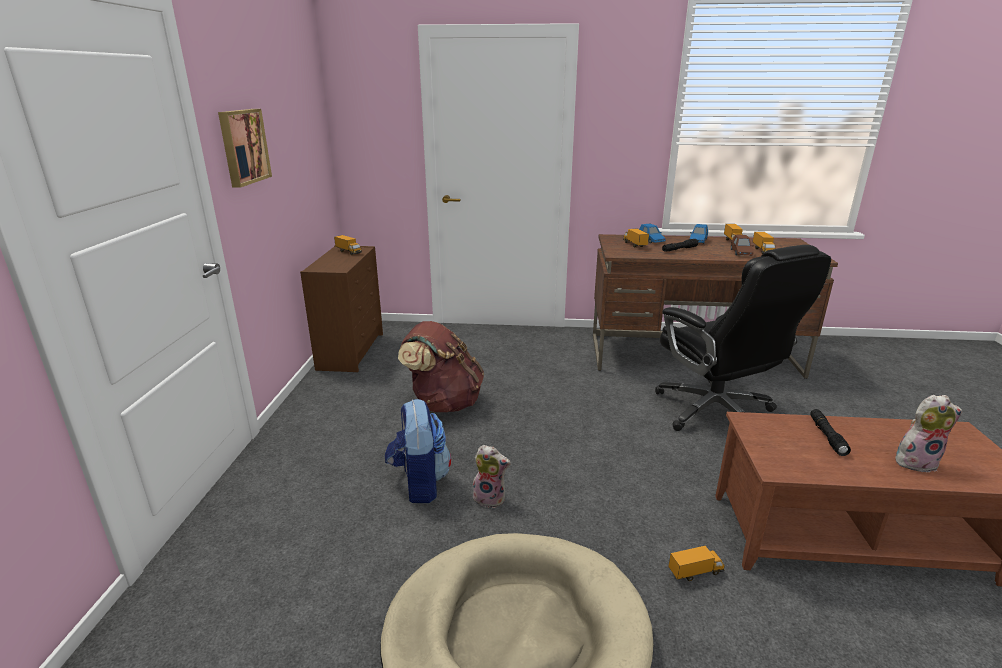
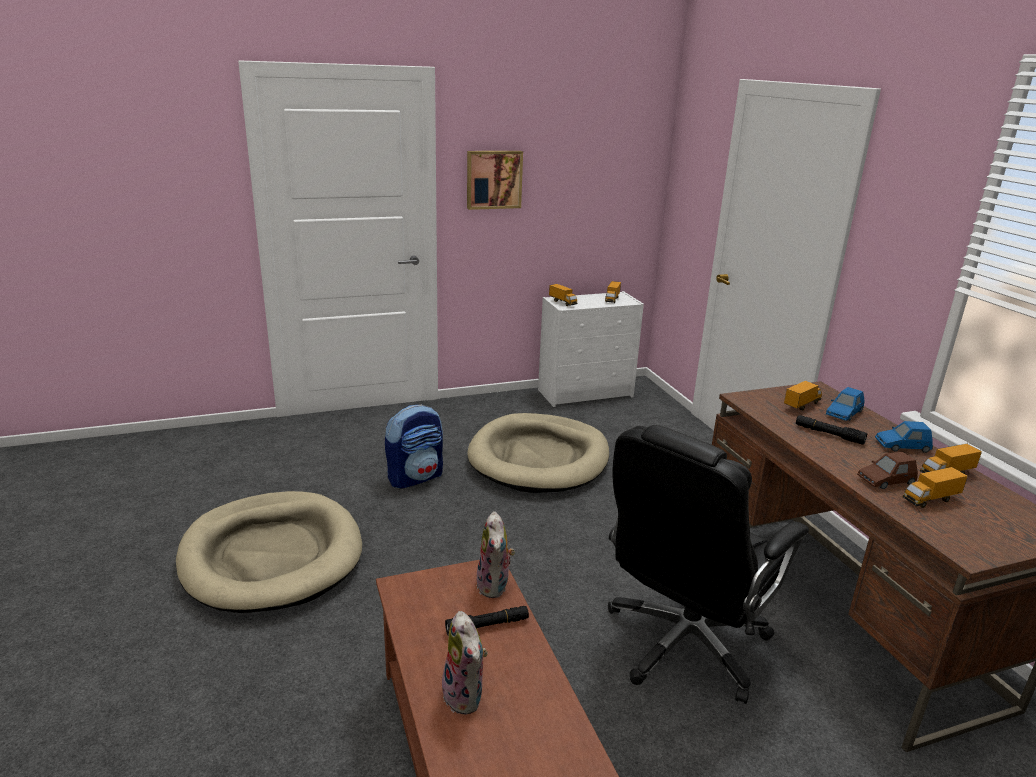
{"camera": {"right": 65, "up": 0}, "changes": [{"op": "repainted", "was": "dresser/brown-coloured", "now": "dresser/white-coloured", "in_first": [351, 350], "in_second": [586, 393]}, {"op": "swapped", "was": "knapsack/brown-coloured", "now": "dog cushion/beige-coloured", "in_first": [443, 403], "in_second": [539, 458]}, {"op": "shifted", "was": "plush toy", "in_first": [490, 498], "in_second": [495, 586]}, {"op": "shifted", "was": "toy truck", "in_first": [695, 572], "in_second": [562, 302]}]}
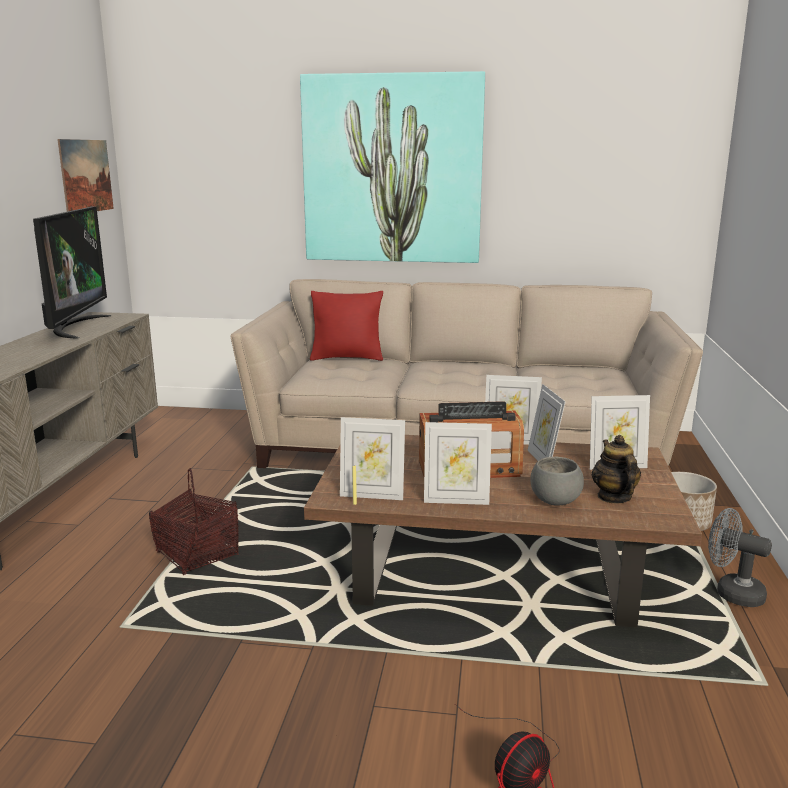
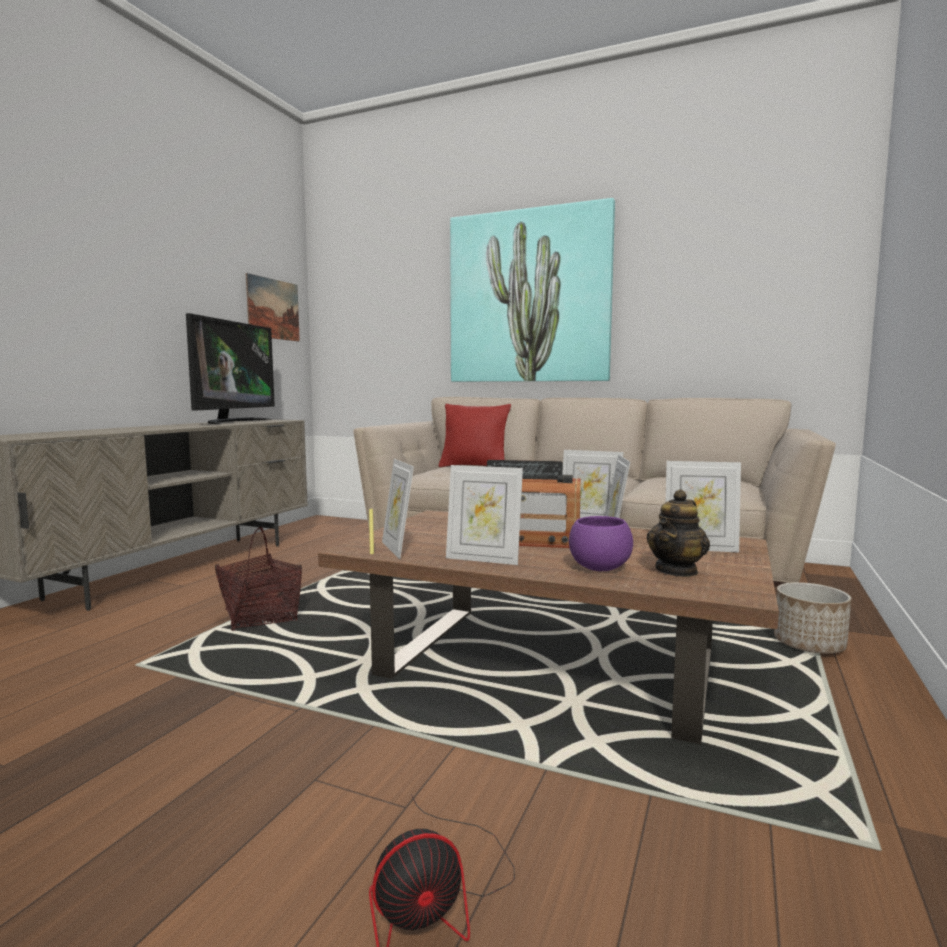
{"camera": {"right": 15, "up": -10}, "changes": [{"op": "rotated", "was": "picture frame", "in_first": [372, 495], "in_second": [397, 549], "clockwise": 45}, {"op": "rotated", "was": "pot for tea", "in_first": [613, 497], "in_second": [677, 571], "clockwise": -150}, {"op": "repainted", "was": "deep dish/grey", "now": "deep dish/purple", "in_first": [554, 501], "in_second": [598, 568]}, {"op": "gone", "was": "fan/grey", "in_first": [731, 593]}]}
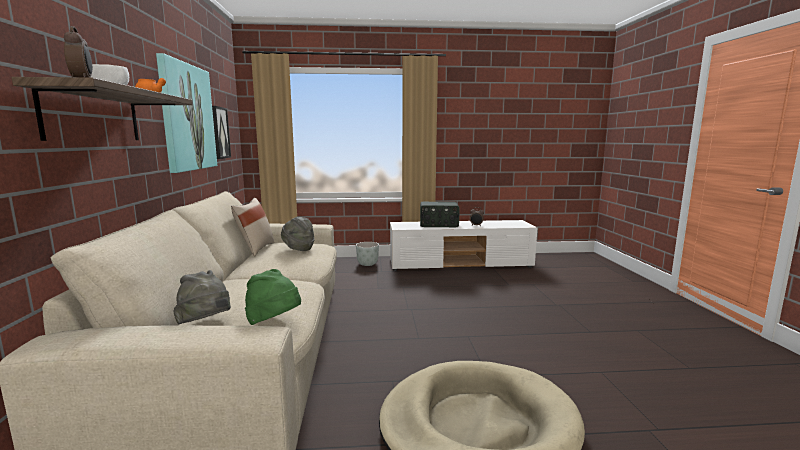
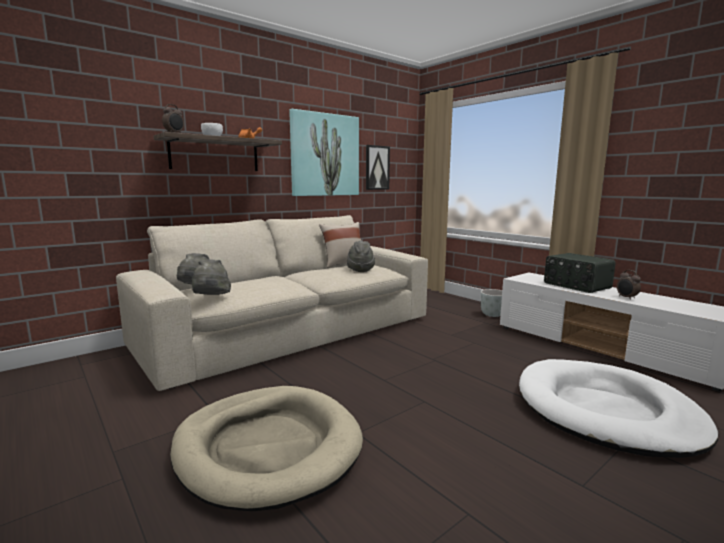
{"camera": {"right": 55, "up": 0}, "changes": [{"op": "repainted", "was": "wearable hat/green", "now": "wearable hat/grey", "in_first": [274, 323], "in_second": [211, 298]}, {"op": "new", "now": "dog cushion/white-coloured", "in_second": [606, 411]}]}
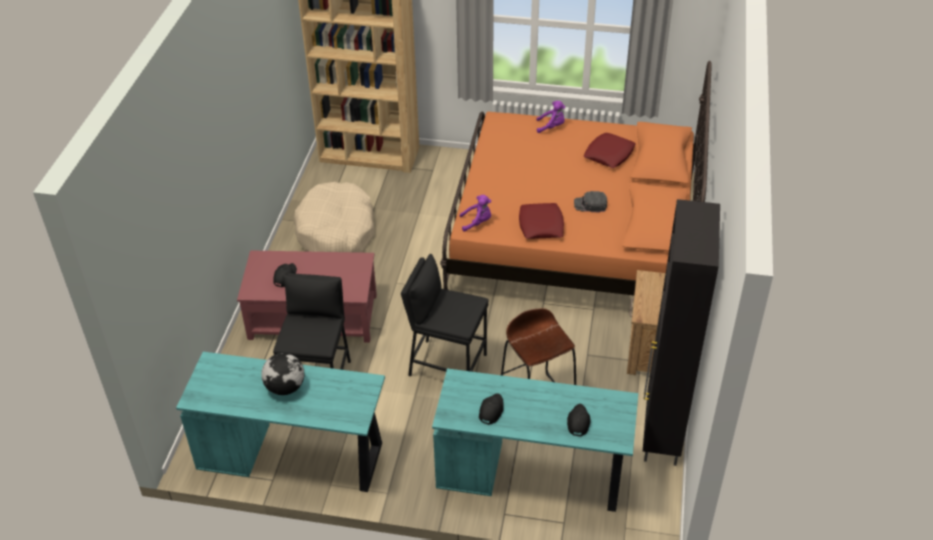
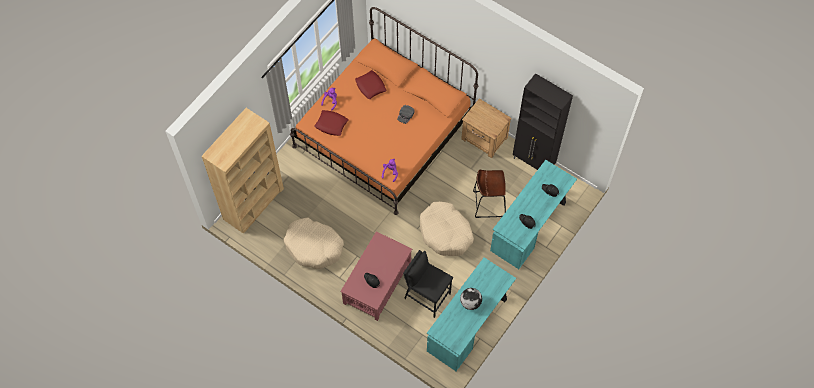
{"camera": {"right": -65, "up": 20}, "changes": [{"op": "shifted", "was": "cushion/reddish", "in_first": [541, 225], "in_second": [331, 124]}, {"op": "swapped", "was": "stool seat/black-coloured", "now": "dog cushion/beige-coloured", "in_first": [447, 365], "in_second": [445, 233]}]}
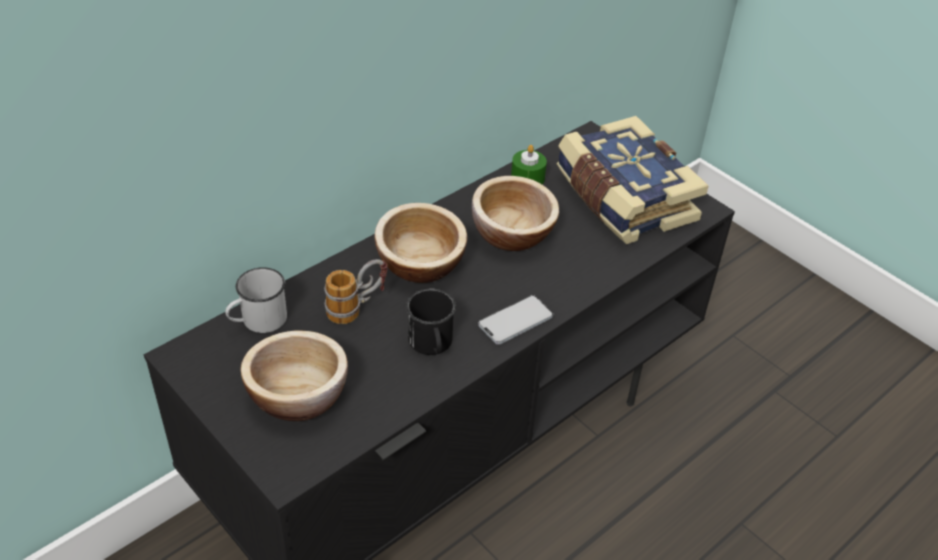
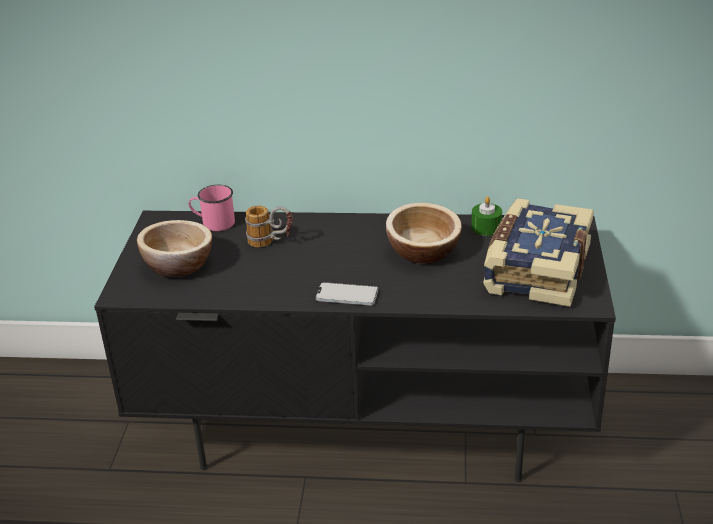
{"camera": {"right": 50, "up": -10}, "changes": [{"op": "gone", "was": "deep dish", "in_first": [420, 264]}, {"op": "repainted", "was": "coffee mug/white-coloured", "now": "coffee mug/pinkish", "in_first": [258, 321], "in_second": [213, 223]}, {"op": "gone", "was": "coffee mug/black-coloured", "in_first": [432, 345]}]}
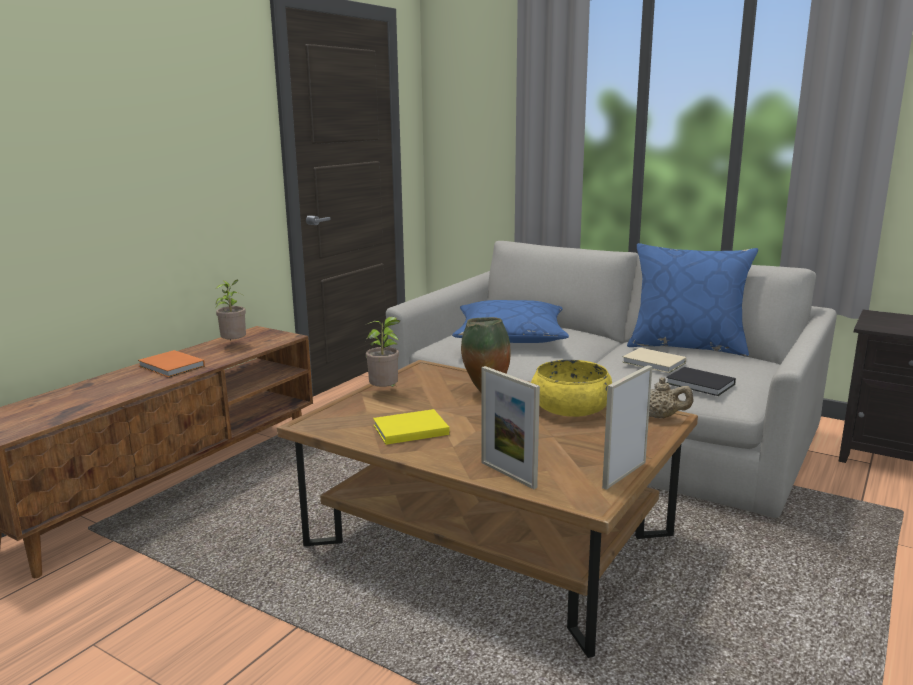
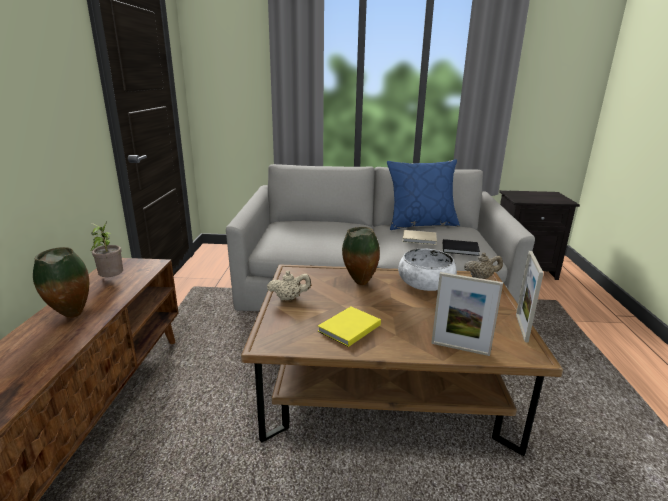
{"camera": {"right": -30, "up": 5}, "changes": [{"op": "gone", "was": "cushion/bluish", "in_first": [510, 336]}, {"op": "swapped", "was": "houseplant", "now": "pot for tea/beige-coloured", "in_first": [385, 392], "in_second": [289, 298]}, {"op": "swapped", "was": "bound book/orange", "now": "flower vase", "in_first": [171, 367], "in_second": [71, 316]}, {"op": "repainted", "was": "deep dish/yellow-coloured", "now": "deep dish/white-coloured", "in_first": [570, 407], "in_second": [425, 283]}]}
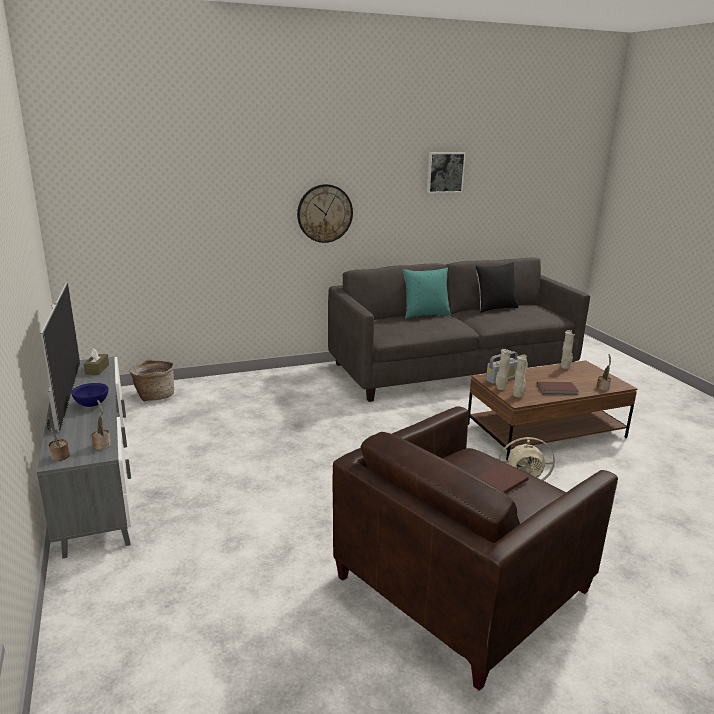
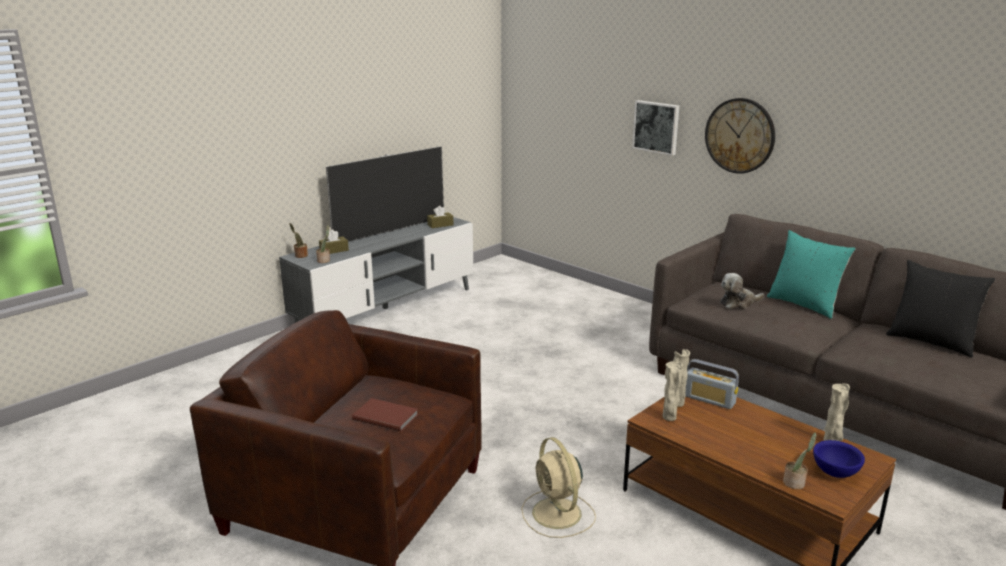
{"camera": {"right": 65, "up": 0}, "changes": [{"op": "shifted", "was": "wall picture", "in_first": [444, 172], "in_second": [656, 127]}, {"op": "gone", "was": "household basket", "in_first": [154, 396]}, {"op": "gone", "was": "bound book/brown-coloured", "in_first": [557, 390]}, {"op": "shifted", "was": "deep dish/bluish", "in_first": [91, 405], "in_second": [834, 473]}, {"op": "new", "now": "tissue holder/brown-coloured", "in_second": [334, 250]}, {"op": "new", "now": "plush toy", "in_second": [738, 303]}]}
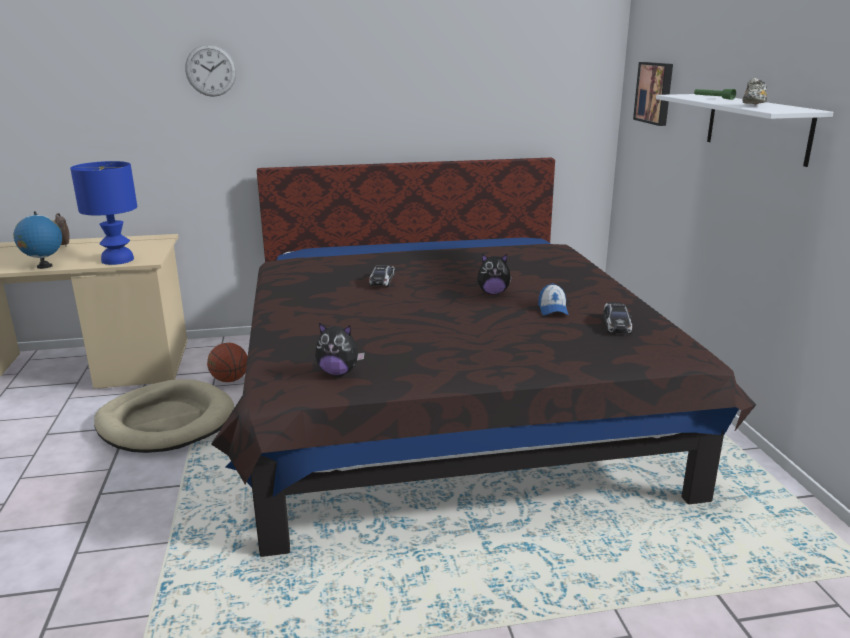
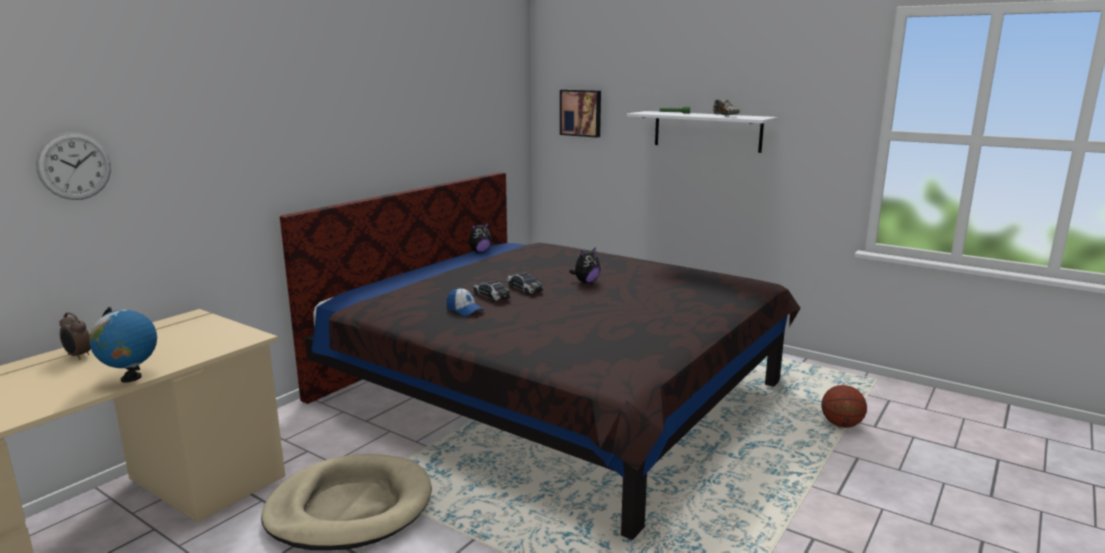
{"camera": {"right": -45, "up": -5}, "changes": [{"op": "shifted", "was": "clock on the wall", "in_first": [210, 70], "in_second": [74, 166]}, {"op": "gone", "was": "lamp for a table/bluish", "in_first": [117, 260]}, {"op": "shifted", "was": "peaked cap", "in_first": [552, 309], "in_second": [464, 310]}, {"op": "shifted", "was": "toy car", "in_first": [616, 324], "in_second": [525, 289]}, {"op": "shifted", "was": "plush toy", "in_first": [338, 372], "in_second": [480, 252]}, {"op": "shifted", "was": "basketball", "in_first": [230, 380], "in_second": [841, 425]}]}
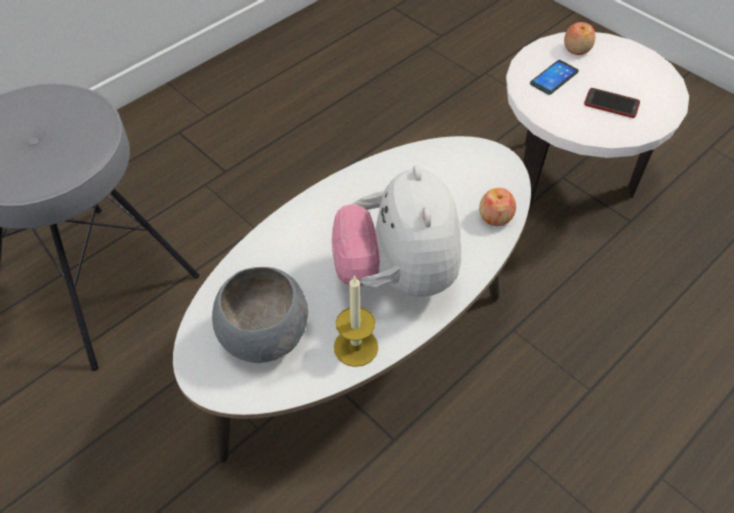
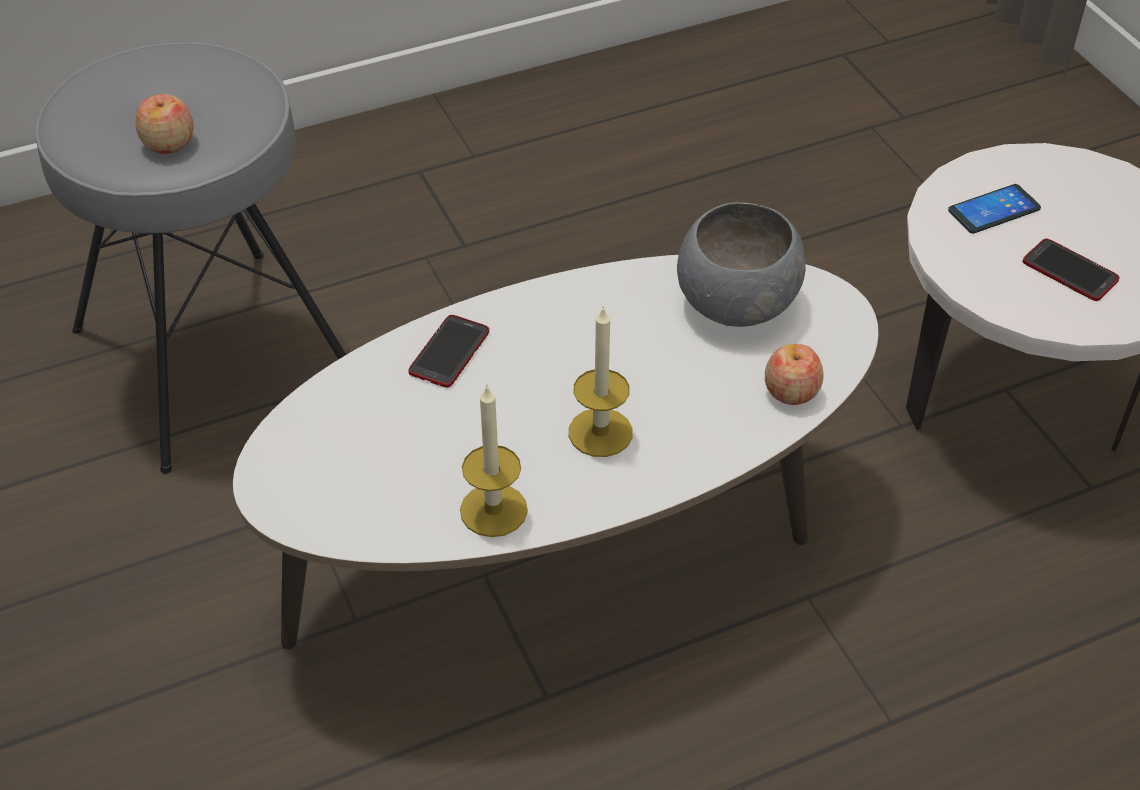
{"camera": {"right": 20, "up": -5}, "changes": [{"op": "shifted", "was": "apple", "in_first": [577, 49], "in_second": [168, 142]}, {"op": "swapped", "was": "plush toy", "now": "wax light", "in_first": [397, 275], "in_second": [600, 432]}, {"op": "shifted", "was": "deep dish/grey", "in_first": [262, 336], "in_second": [734, 303]}, {"op": "new", "now": "telephone", "in_second": [449, 352]}]}
